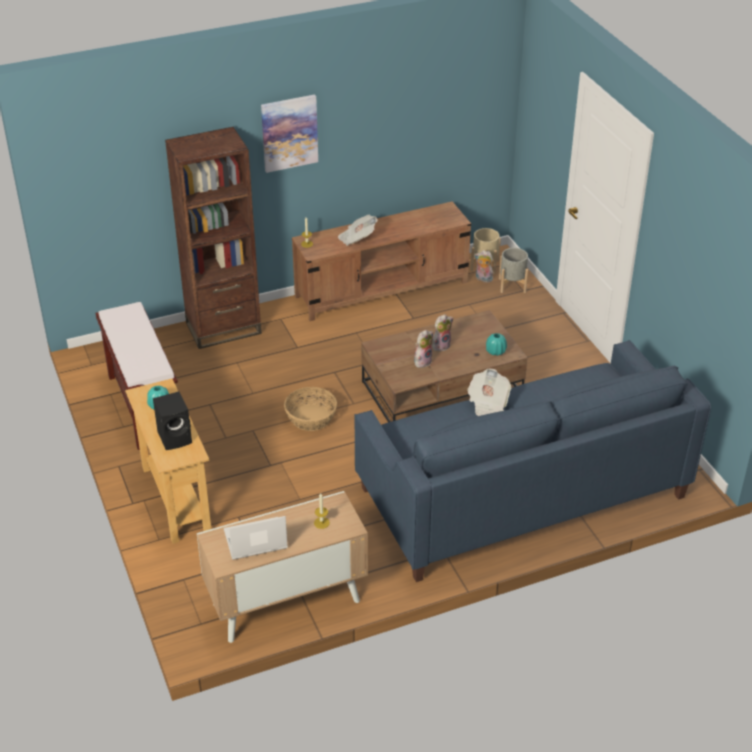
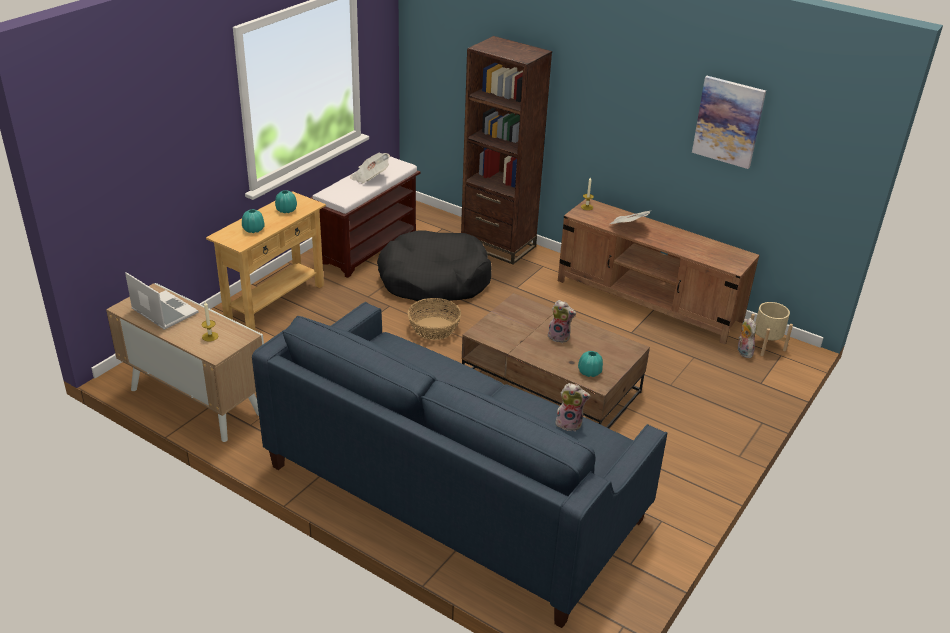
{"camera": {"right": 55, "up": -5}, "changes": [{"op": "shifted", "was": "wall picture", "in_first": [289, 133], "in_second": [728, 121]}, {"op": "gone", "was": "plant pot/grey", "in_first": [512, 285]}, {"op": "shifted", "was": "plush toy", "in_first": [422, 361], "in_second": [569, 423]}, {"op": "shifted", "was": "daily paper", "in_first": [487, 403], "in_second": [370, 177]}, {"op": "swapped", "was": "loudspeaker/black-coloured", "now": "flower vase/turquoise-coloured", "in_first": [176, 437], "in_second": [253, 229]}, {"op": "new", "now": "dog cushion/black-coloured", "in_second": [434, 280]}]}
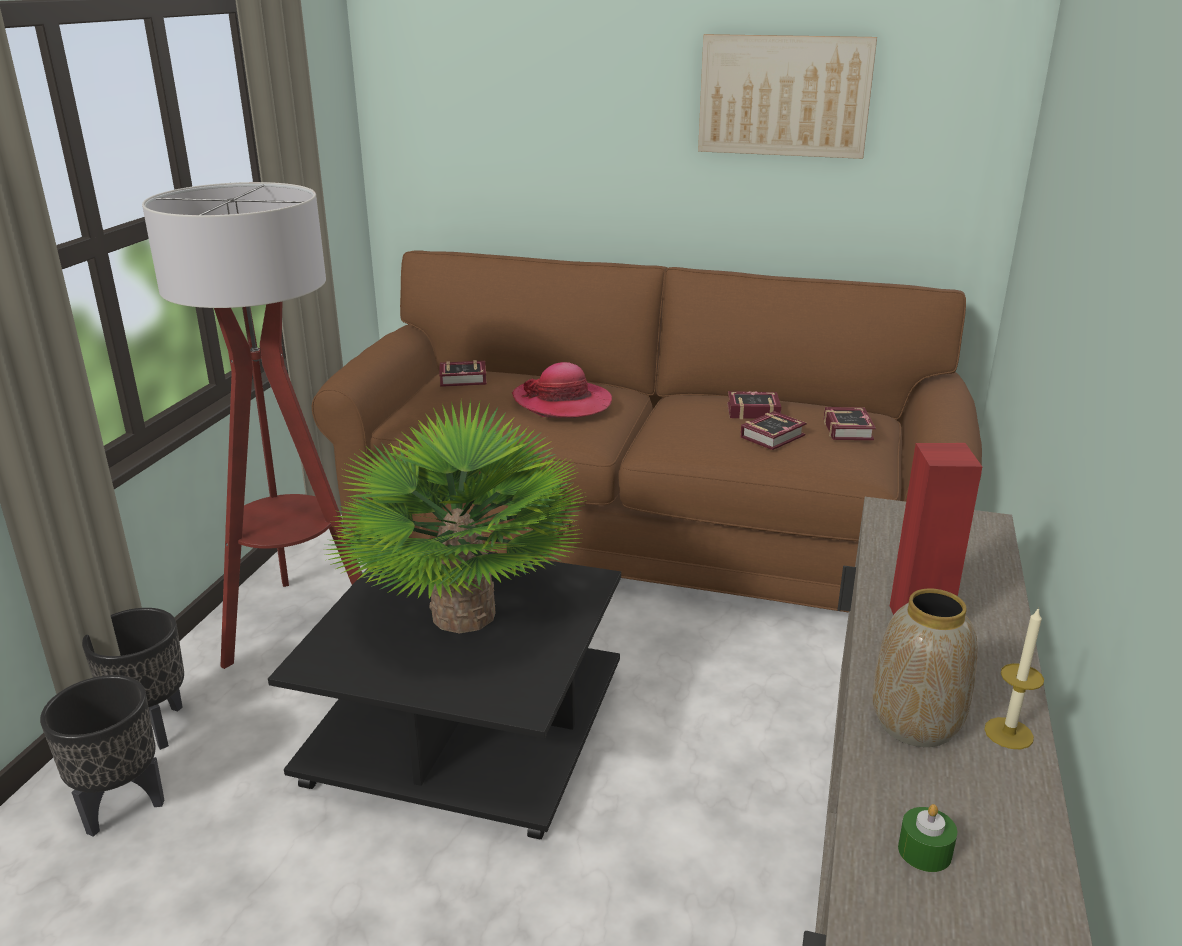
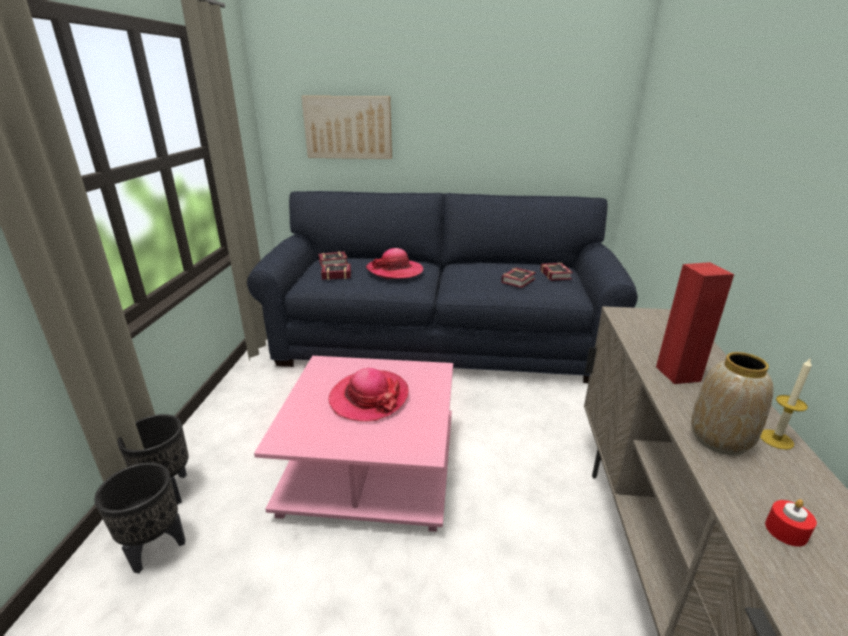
{"camera": {"right": -10, "up": 0}, "changes": [{"op": "shifted", "was": "wall picture", "in_first": [784, 95], "in_second": [348, 127]}, {"op": "gone", "was": "floor lamp", "in_first": [297, 624]}, {"op": "repainted", "was": "sofa/brown-coloured", "now": "sofa/bluish", "in_first": [643, 534], "in_second": [439, 342]}, {"op": "shifted", "was": "bound book", "in_first": [750, 410], "in_second": [335, 274]}, {"op": "swapped", "was": "houseplant", "now": "wearable hat", "in_first": [463, 614], "in_second": [368, 398]}, {"op": "repainted", "was": "lounge table/black-coloured", "now": "lounge table/pinkish", "in_first": [470, 728], "in_second": [373, 465]}, {"op": "repainted", "was": "wax light/green", "now": "wax light/reddish", "in_first": [924, 851], "in_second": [786, 531]}]}
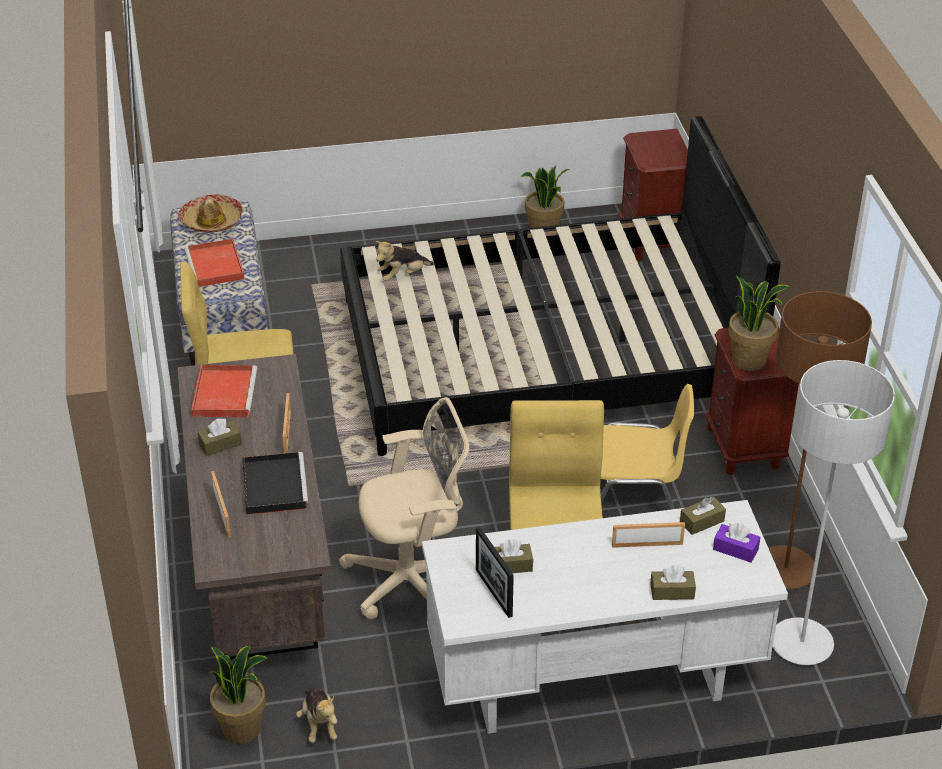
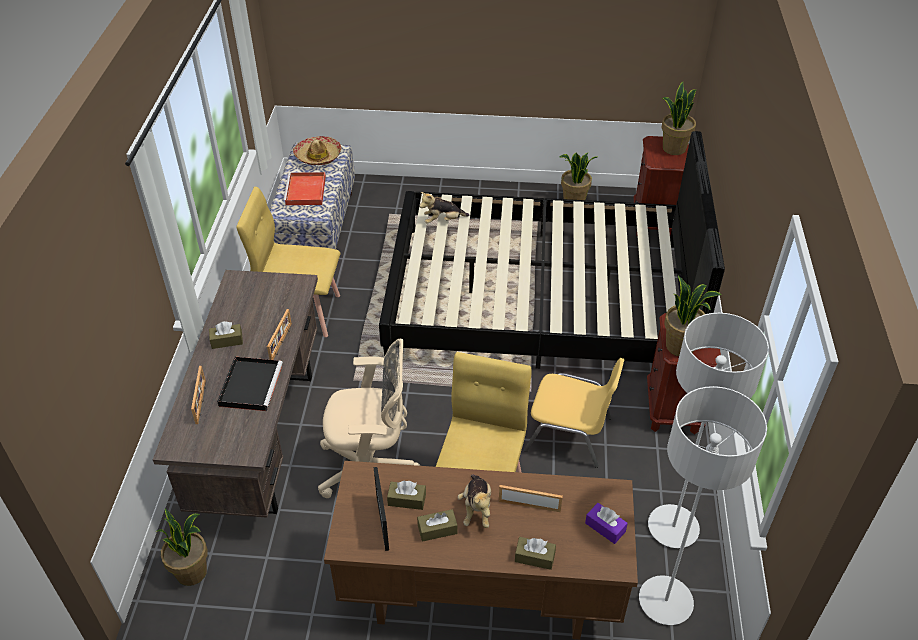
{"camera": {"right": 15, "up": 5}, "changes": [{"op": "repainted", "was": "floor lamp/brown-coloured", "now": "floor lamp/grey", "in_first": [785, 569], "in_second": [673, 527]}, {"op": "gone", "was": "serving tray/reddish", "in_first": [224, 393]}, {"op": "shifted", "was": "tissue holder/brown-coloured", "in_first": [702, 521], "in_second": [437, 529]}, {"op": "repainted", "was": "desk/white-coloured", "now": "desk/brown-coloured", "in_first": [593, 681], "in_second": [479, 595]}, {"op": "shifted", "was": "plush toy", "in_first": [319, 724], "in_second": [476, 508]}, {"op": "new", "now": "houseplant", "in_second": [673, 148]}]}
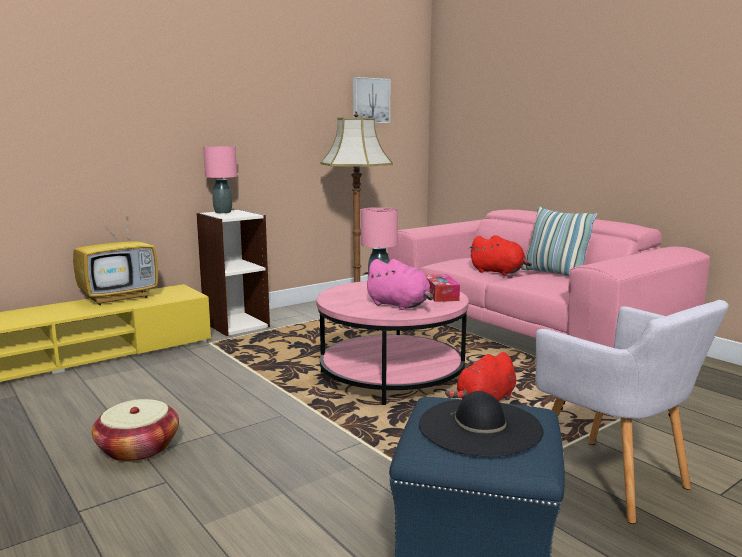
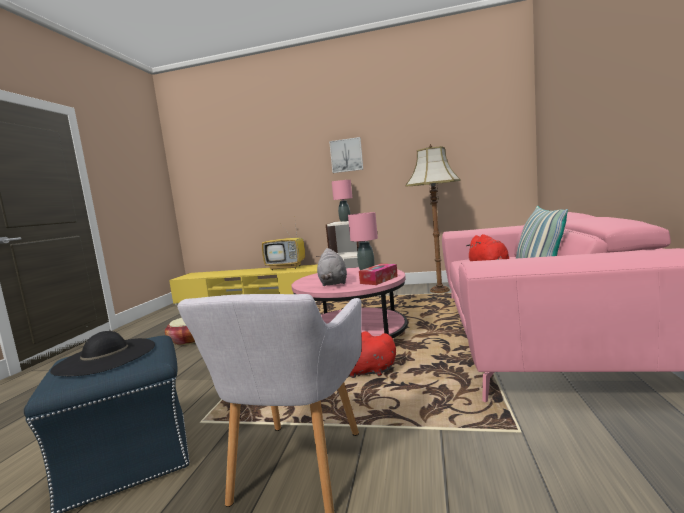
{"camera": {"right": 50, "up": -5}, "changes": [{"op": "shifted", "was": "wall picture", "in_first": [370, 100], "in_second": [346, 155]}, {"op": "repainted", "was": "plush toy/pinkish", "now": "plush toy/grey", "in_first": [399, 305], "in_second": [333, 283]}]}
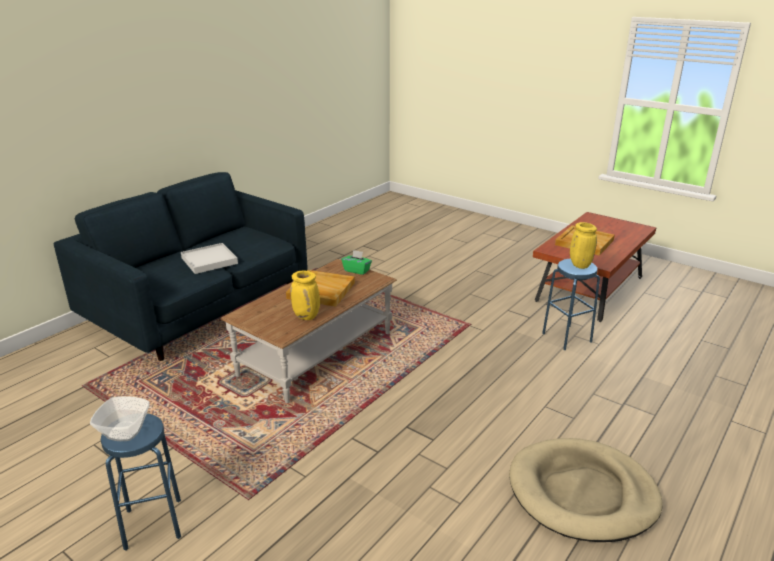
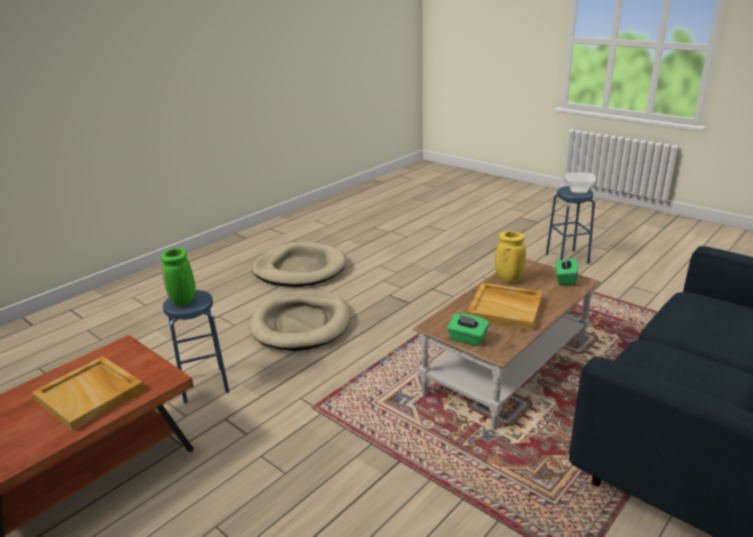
{"camera": {"right": -175, "up": 0}, "changes": [{"op": "repainted", "was": "flower vase/yellow-coloured", "now": "flower vase/green", "in_first": [579, 265], "in_second": [184, 301]}, {"op": "gone", "was": "serving tray/white-coloured", "in_first": [209, 260]}, {"op": "new", "now": "tissue holder/green", "in_second": [565, 279]}, {"op": "new", "now": "dog cushion/beige-coloured", "in_second": [301, 324]}]}
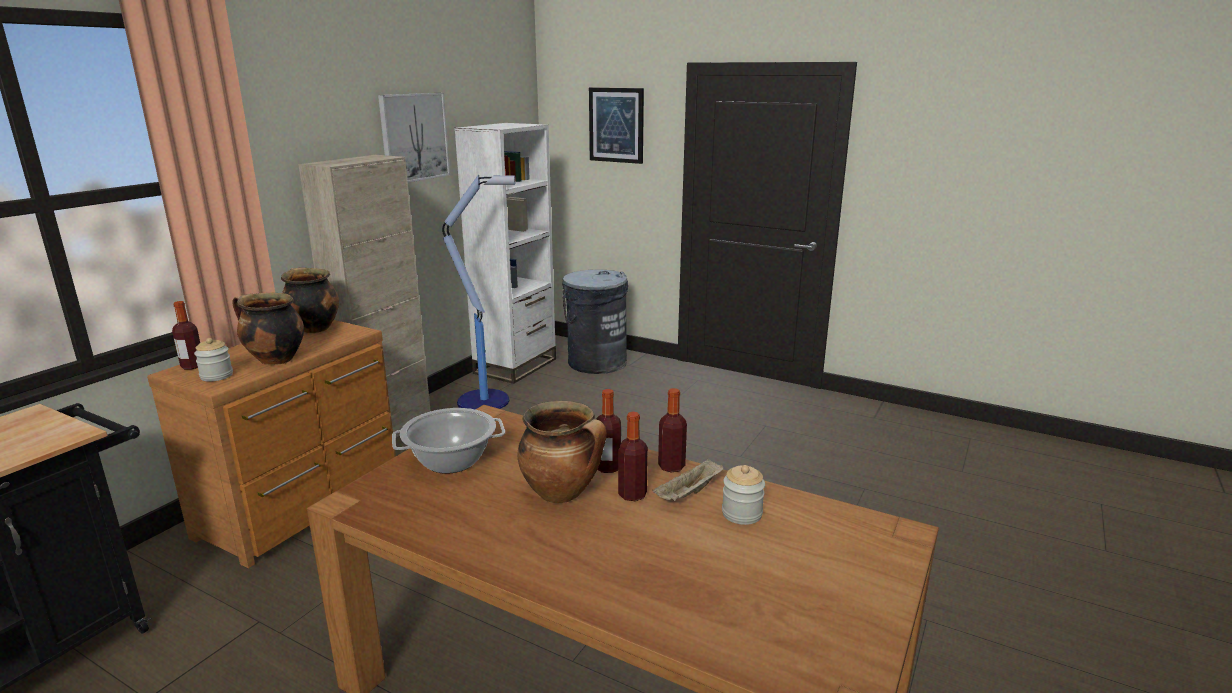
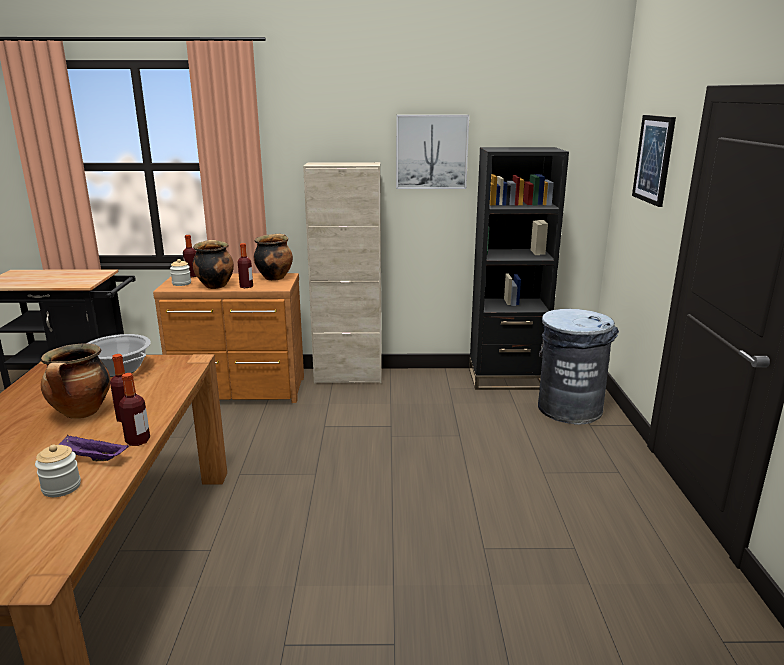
{"camera": {"right": 60, "up": 0}, "changes": [{"op": "repainted", "was": "shelving unit/white-coloured", "now": "shelving unit/black-coloured", "in_first": [515, 366], "in_second": [506, 379]}, {"op": "gone", "was": "floor lamp", "in_first": [486, 401]}, {"op": "shifted", "was": "beverage bottle", "in_first": [632, 494], "in_second": [246, 286]}, {"op": "repainted", "was": "serving tray/beige-coloured", "now": "serving tray/purple", "in_first": [689, 494], "in_second": [91, 458]}]}
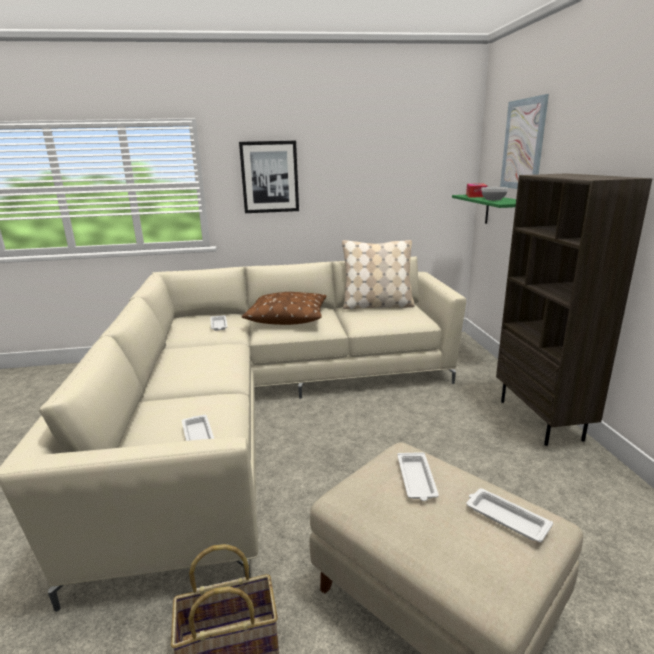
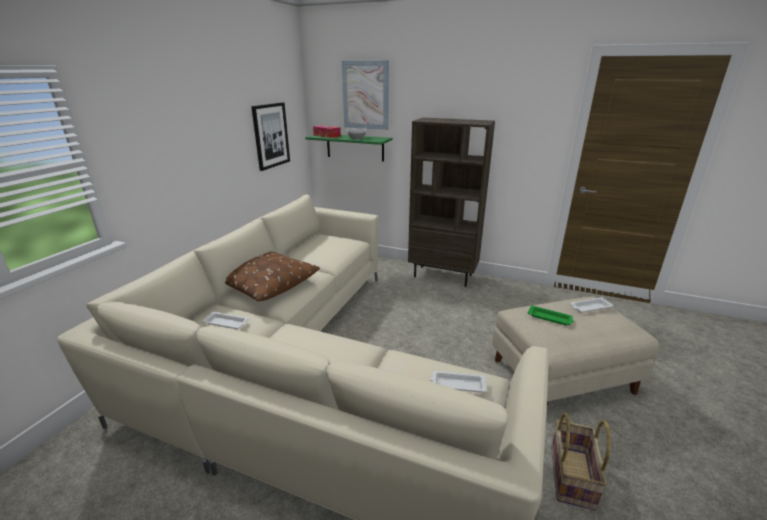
{"camera": {"right": -60, "up": 5}, "changes": [{"op": "shifted", "was": "wall picture", "in_first": [269, 177], "in_second": [271, 135]}, {"op": "gone", "was": "cushion/beige-coloured", "in_first": [377, 306]}, {"op": "repainted", "was": "serving tray/white-coloured", "now": "serving tray/green", "in_first": [416, 480], "in_second": [550, 318]}]}
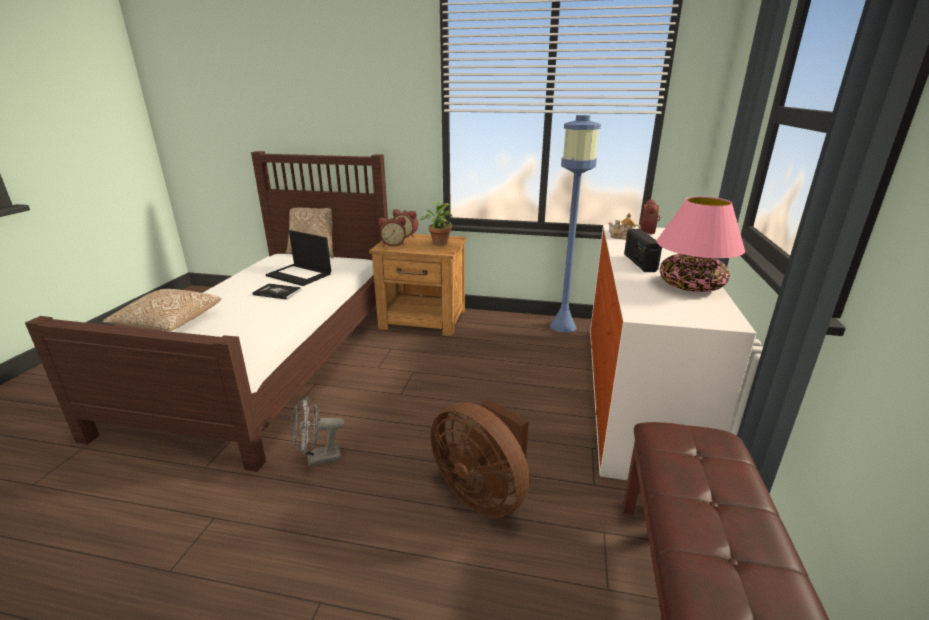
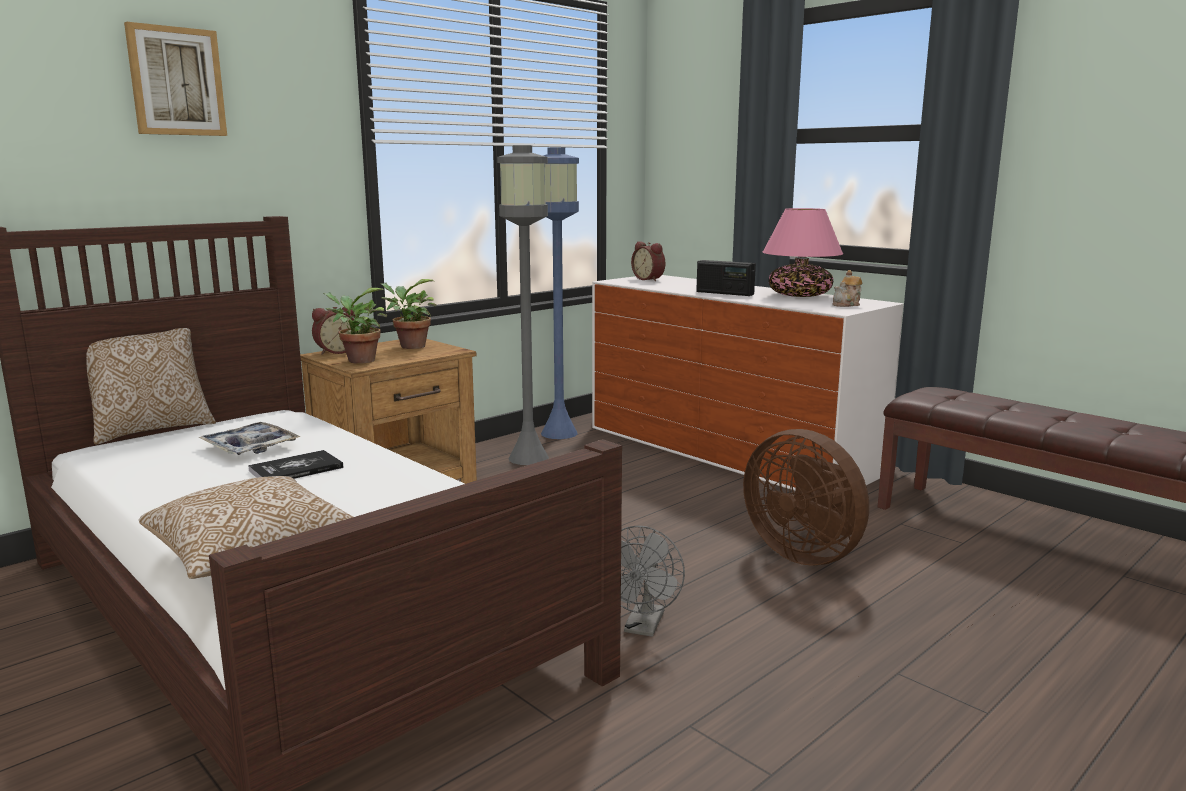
{"camera": {"right": -55, "up": -10}, "changes": [{"op": "shifted", "was": "pot for tea", "in_first": [622, 237], "in_second": [847, 304]}, {"op": "swapped", "was": "bedside clock", "now": "houseplant", "in_first": [393, 244], "in_second": [357, 361]}, {"op": "swapped", "was": "portable computer", "now": "serving tray", "in_first": [300, 275], "in_second": [250, 447]}, {"op": "rotated", "was": "fan/brown-coloured", "in_first": [483, 492], "in_second": [805, 553], "clockwise": 60}, {"op": "new", "now": "wall picture", "in_second": [176, 81]}, {"op": "new", "now": "floor lamp/grey", "in_second": [529, 458]}]}
